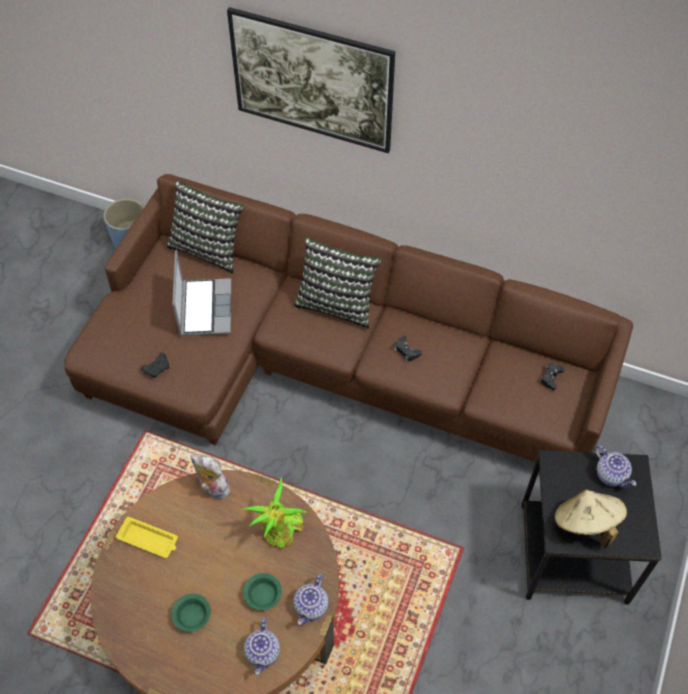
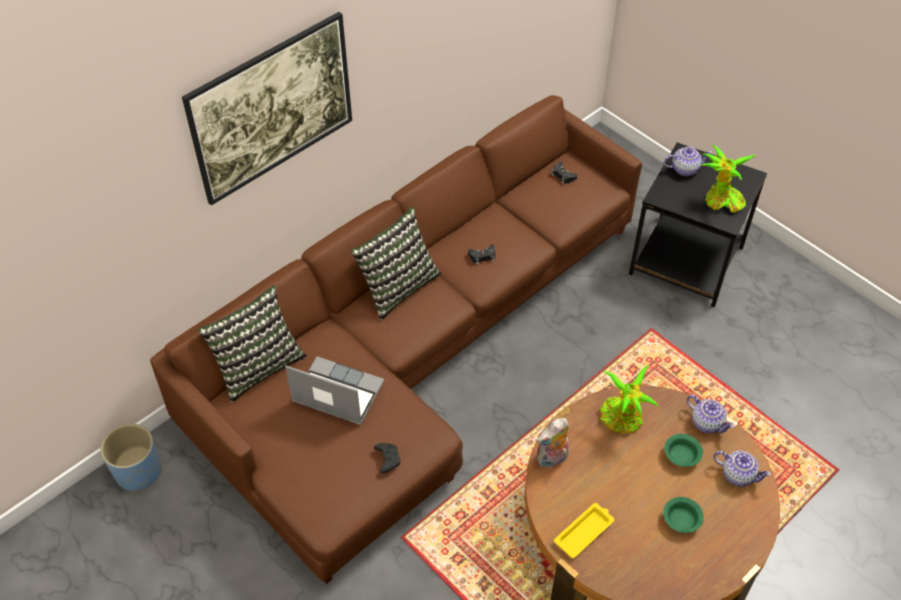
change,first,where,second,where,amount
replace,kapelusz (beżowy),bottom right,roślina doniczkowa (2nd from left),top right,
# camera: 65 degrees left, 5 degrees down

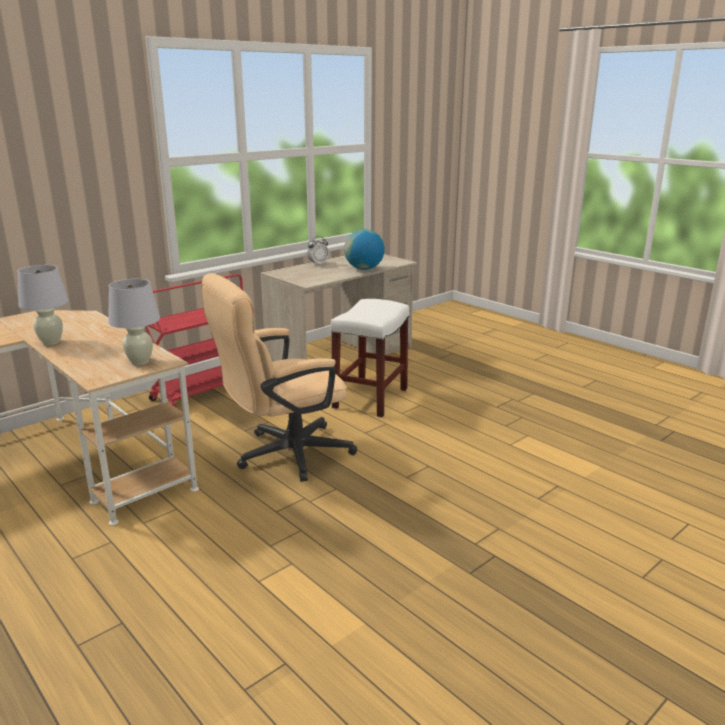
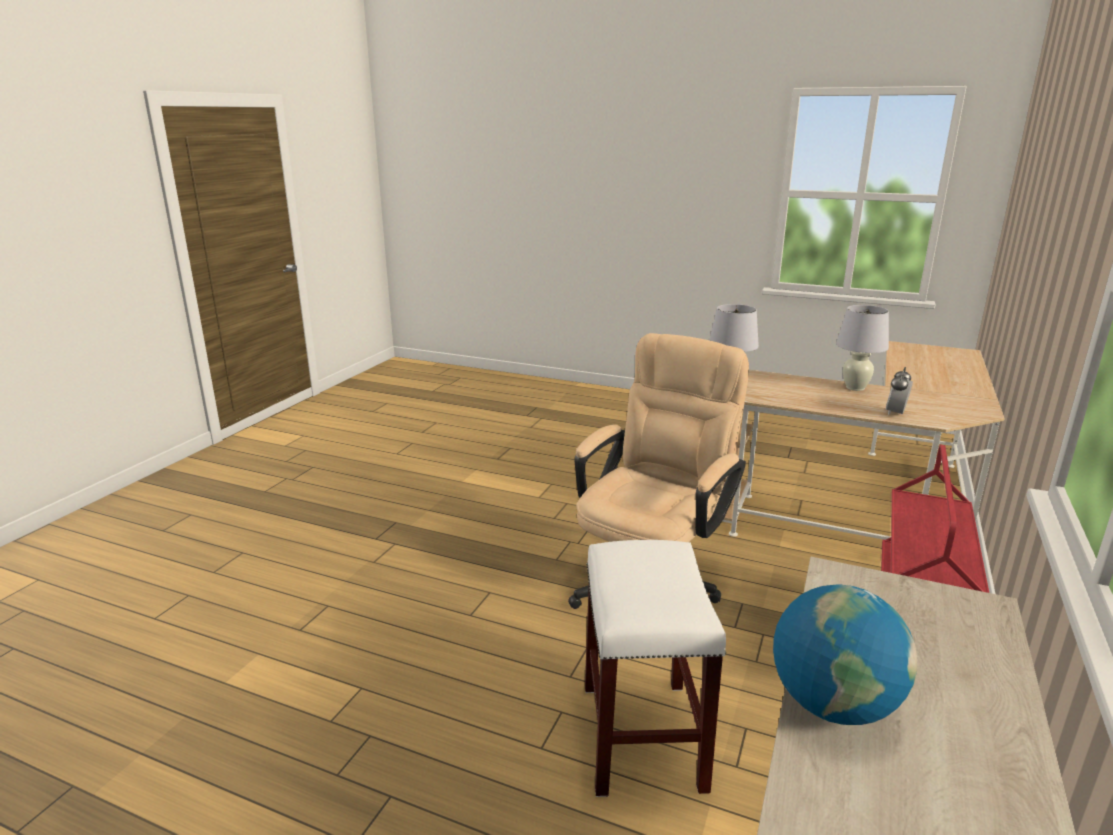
change,first,where,second,where,amount
move,budzik,centre,,middle right,
# camera: 155 degrees right, 0 degrees up

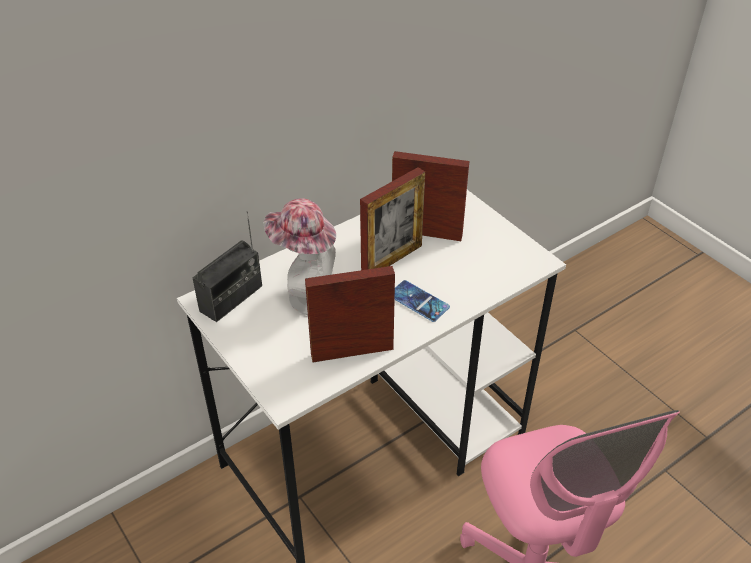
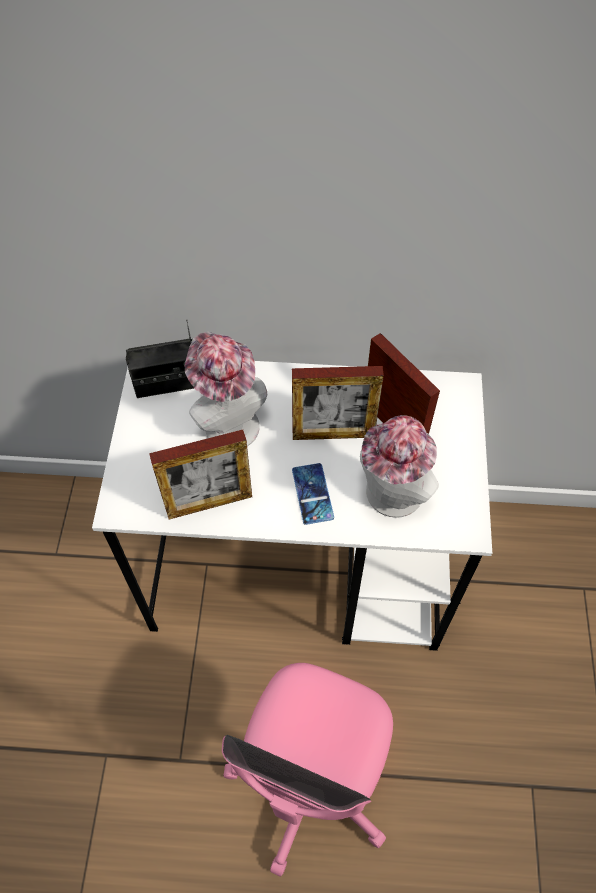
change,first,where,second,where,amount
rotate,ramka na zdjęcie (1st from left),centre,,centre,135 degrees clockwise
insert,,,kapelusz (2nd from left),middle right,
# camera: 40 degrees right, 15 degrees up

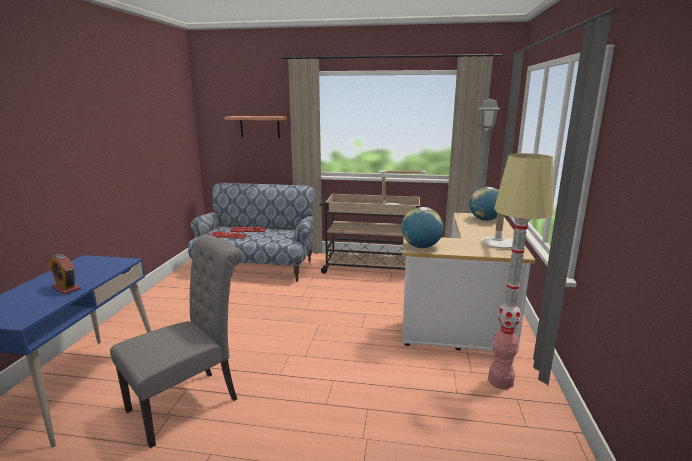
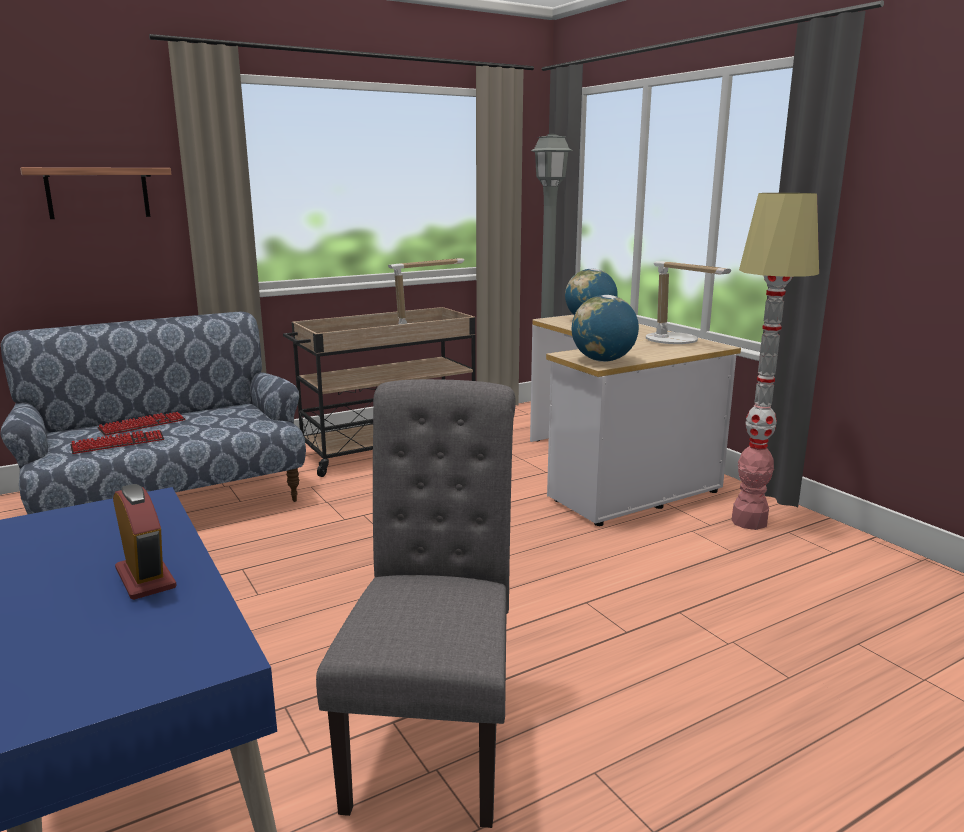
change,first,where,second,where,amount
rotate,budzik,middle left,,middle left,120 degrees counterclockwise
# camera: 40 degrees left, 0 degrees up

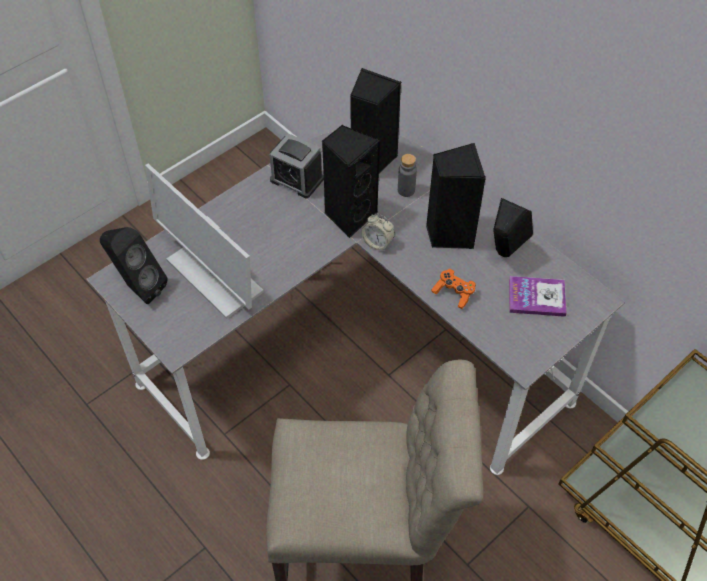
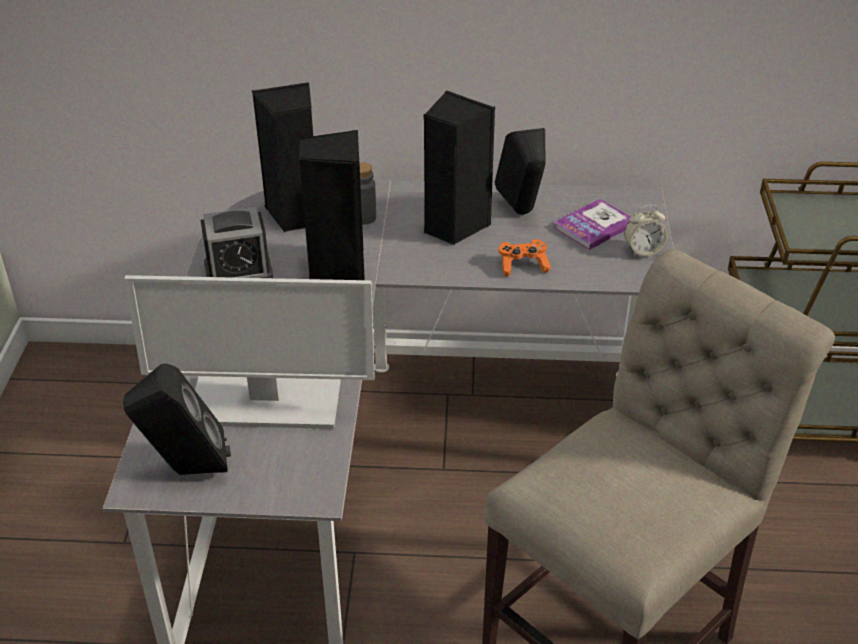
change,first,where,second,where,amount
move,budzik (2nd from left),centre,,middle right,
# camera: 45 degrees left, 15 degrees down

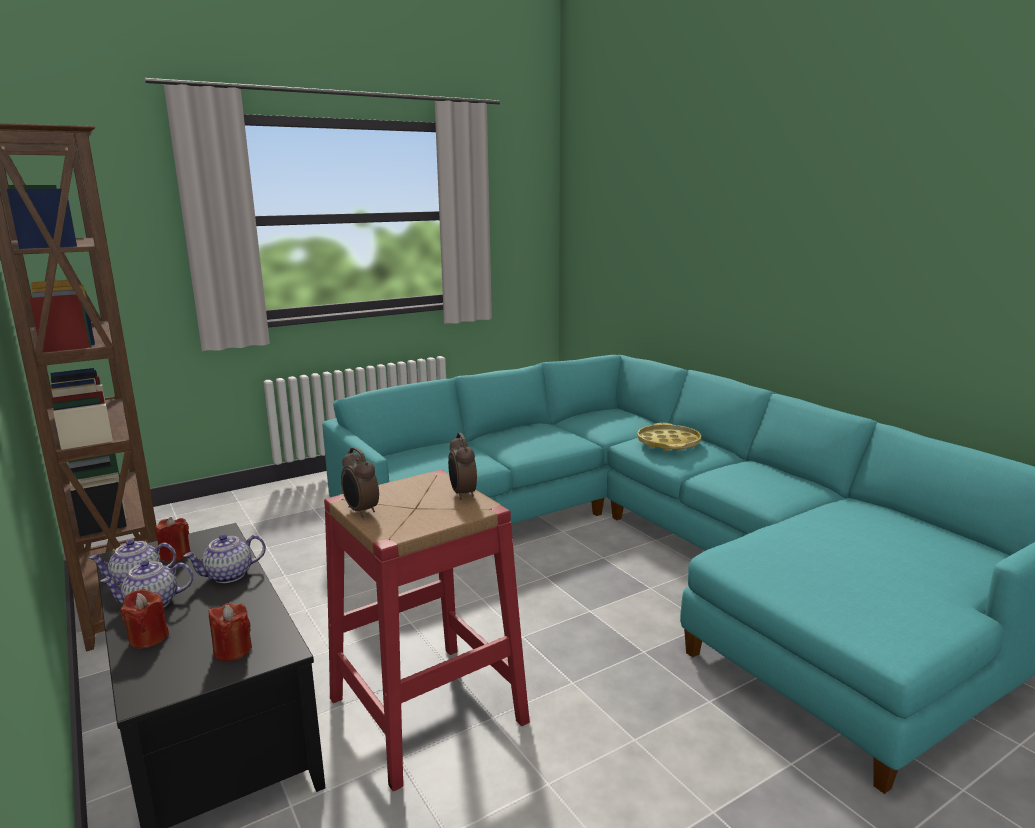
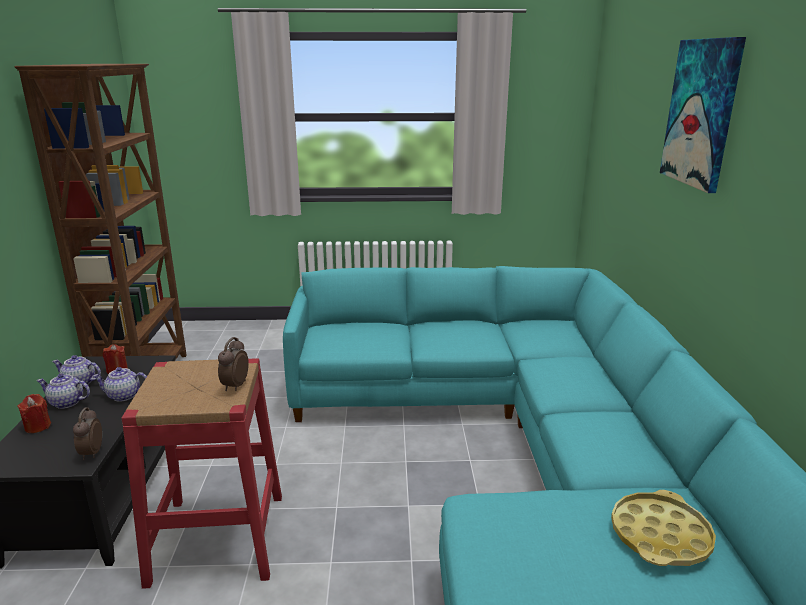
change,first,where,second,where,amount
delete,świeca (czerwony) (3rd from left),bottom left,,,
move,budzik (1st from left),centre,,bottom left,
move,taca (żółty),centre,,bottom right,
insert,,,obraz,top right,
# camera: 30 degrees right, 5 degrees up

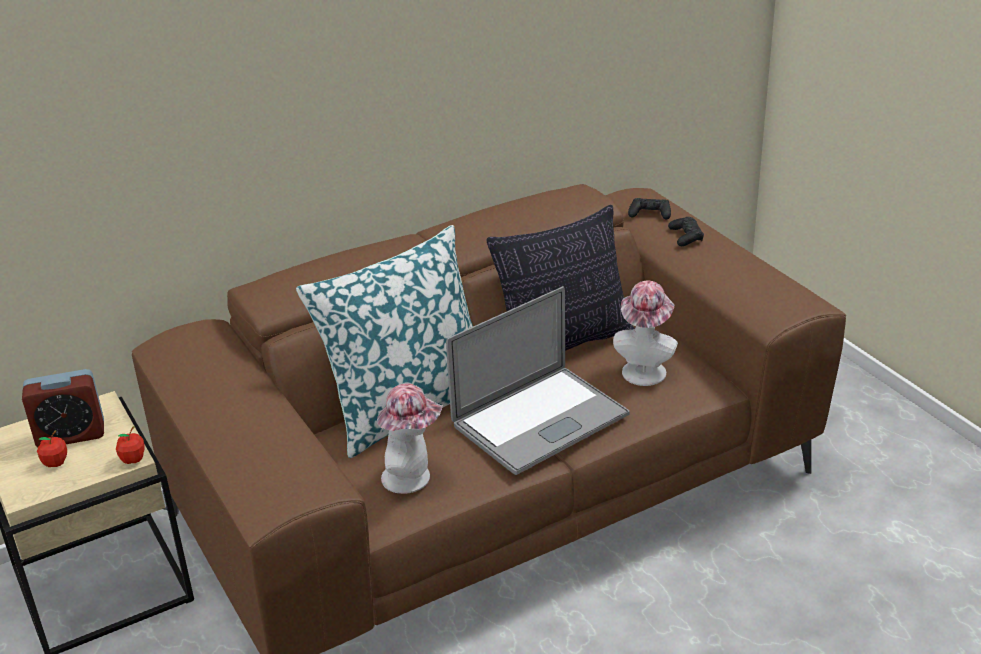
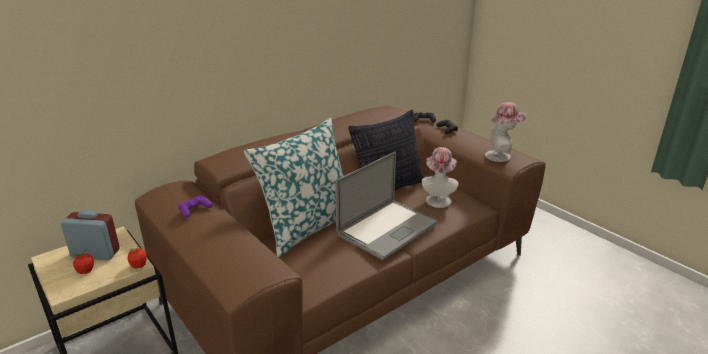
change,first,where,second,where,amount
rotate,budzik,middle left,,middle left,150 degrees counterclockwise
move,kapelusz (1st from left in the first image),bottom centre,kapelusz (2nd from left),middle right,
insert,,,pad do gier (fioletowy),middle left,
# camera: 10 degrees left, 5 degrees down

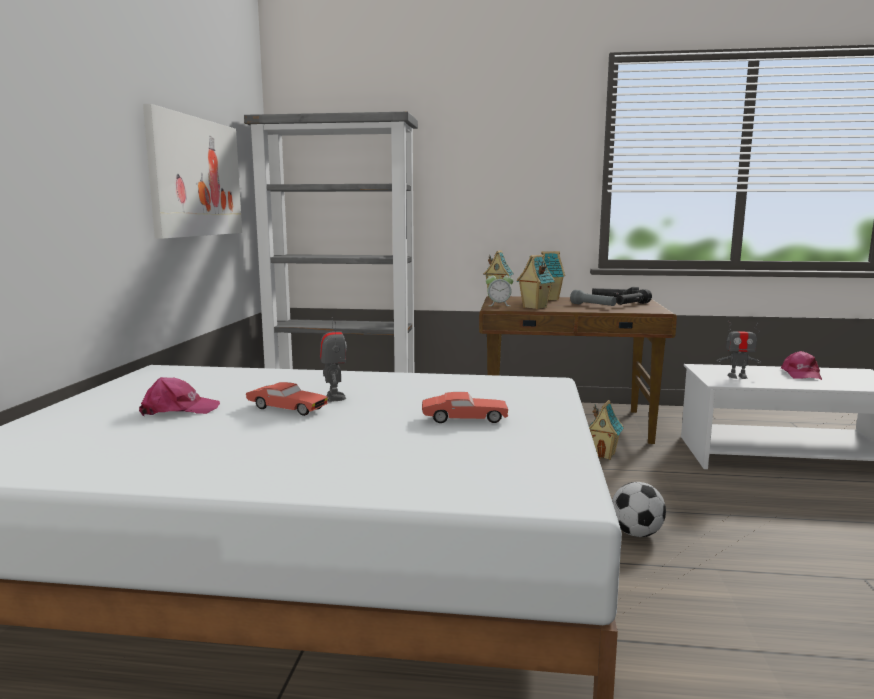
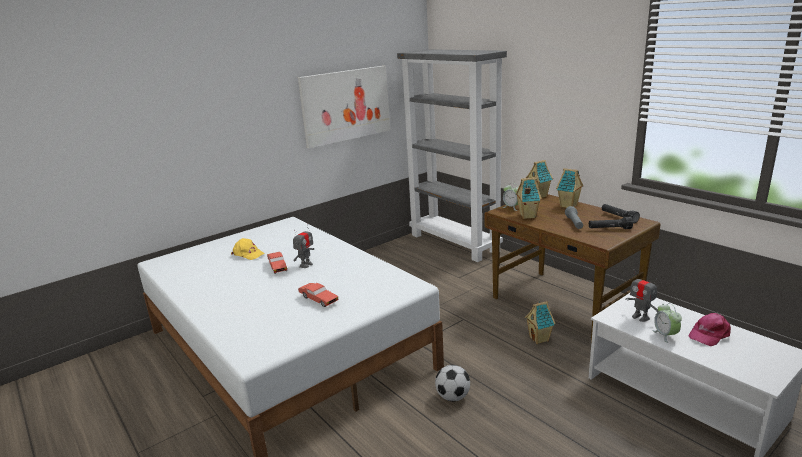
change,first,where,second,where,amount
recolor,czapka z daszkiem (różowy) (1st from left),middle left,czapka z daszkiem (żółty),middle left,
insert,,,budzik (2nd from left),bottom right,
# camera: 45 degrees right, 10 degrees up

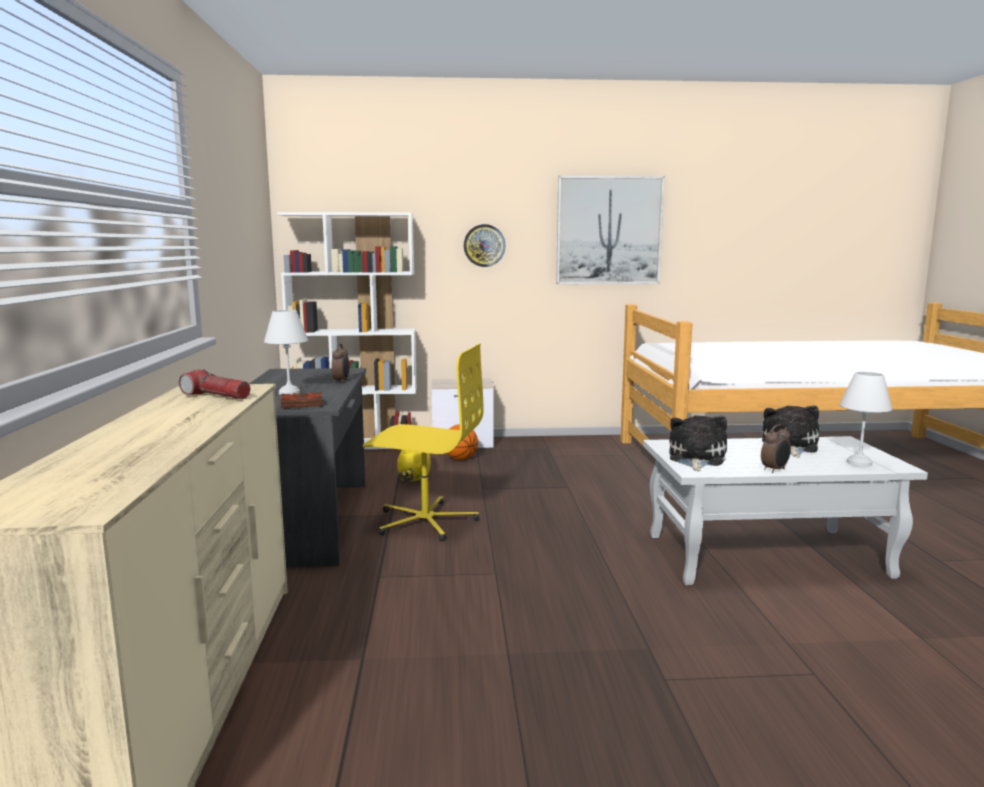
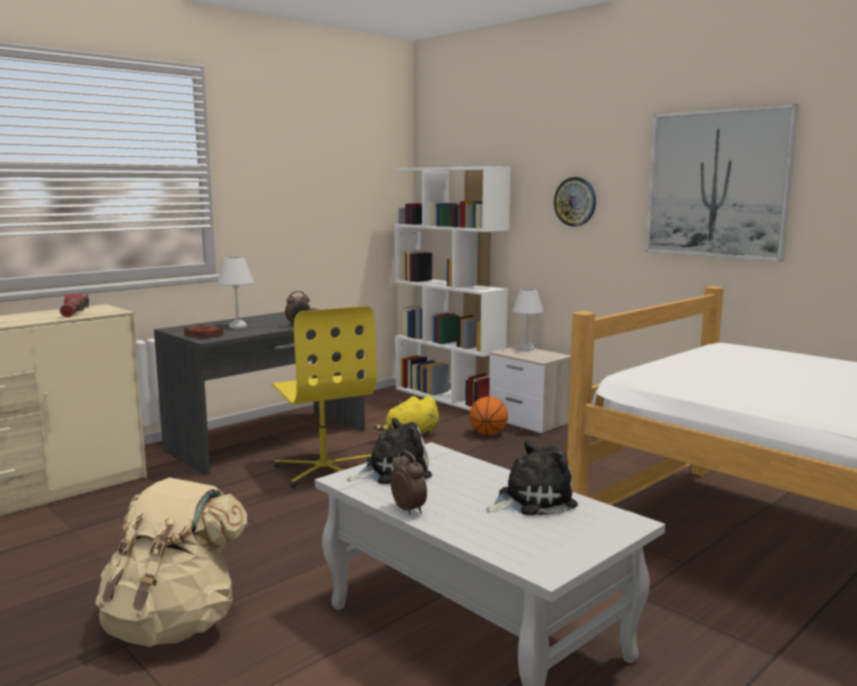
change,first,where,second,where,amount
rotate,budzik (2nd from left),middle right,,bottom centre,135 degrees counterclockwise
move,lampa stołowa (biały) (2nd from left),middle right,,centre,
insert,,,plecak (beżowy),bottom left,
# camera: 50 degrees right, 0 degrees up

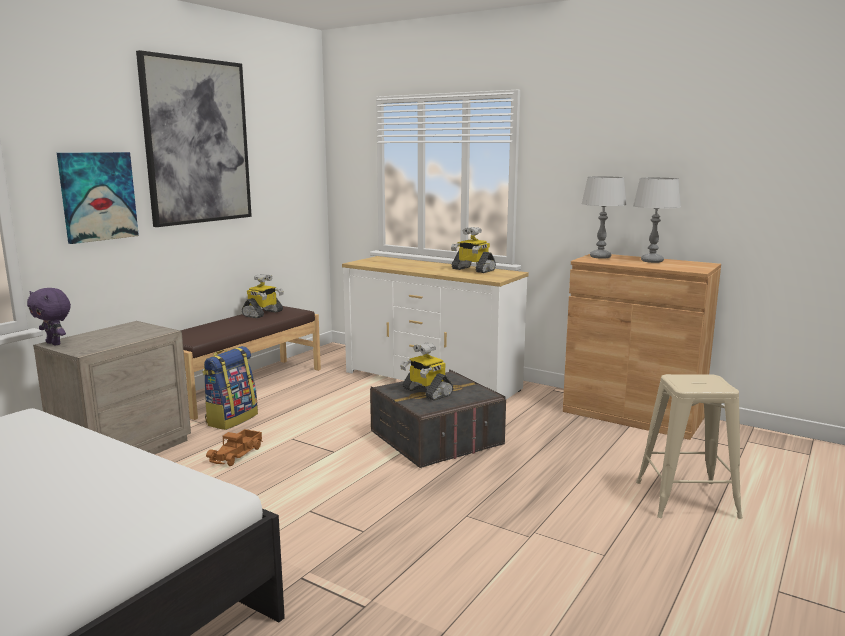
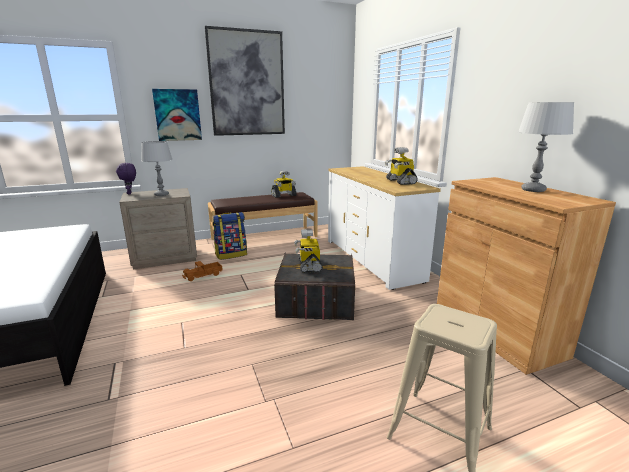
change,first,where,second,where,amount
move,lampa stołowa (szary) (1st from left),middle right,,middle left,
# camera: 35 degrees right, 5 degrees up

